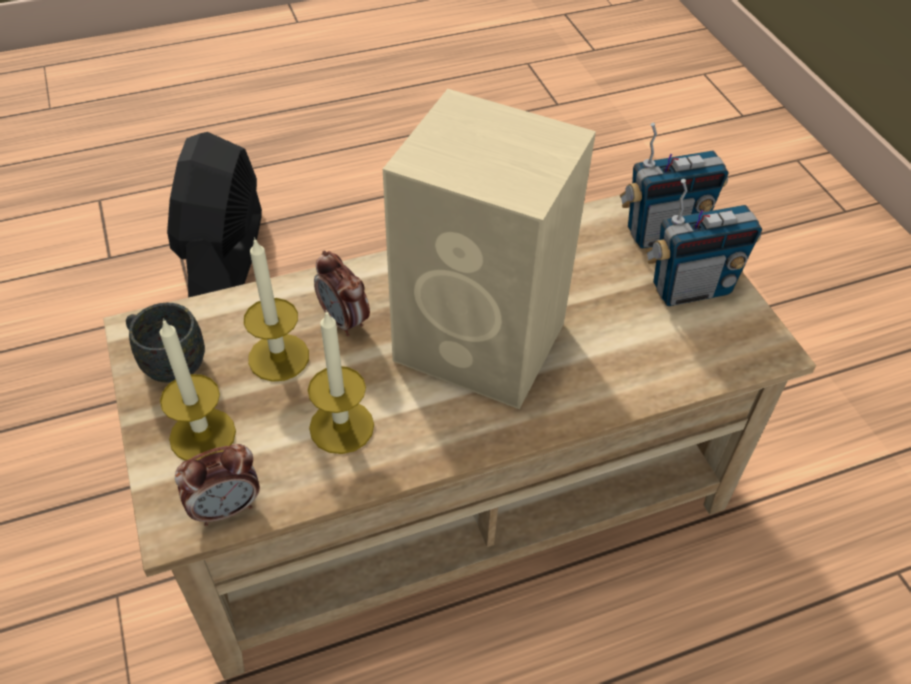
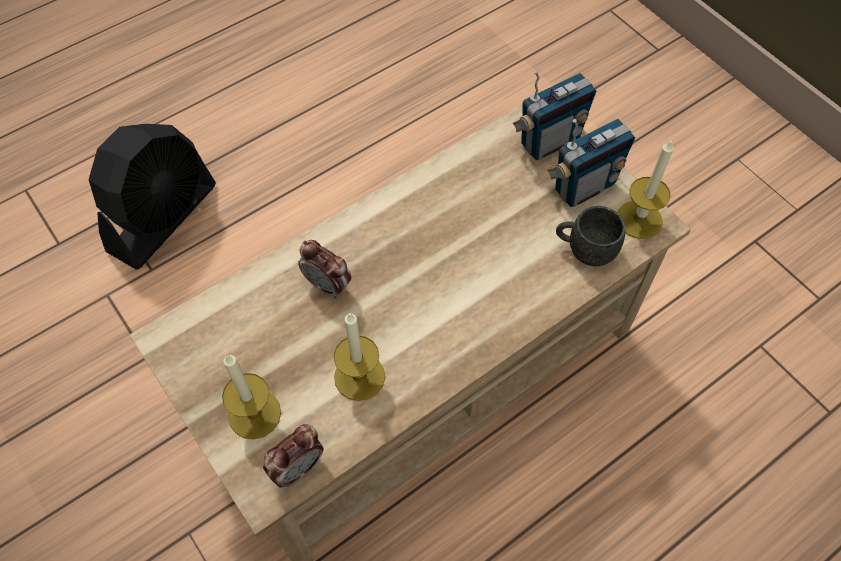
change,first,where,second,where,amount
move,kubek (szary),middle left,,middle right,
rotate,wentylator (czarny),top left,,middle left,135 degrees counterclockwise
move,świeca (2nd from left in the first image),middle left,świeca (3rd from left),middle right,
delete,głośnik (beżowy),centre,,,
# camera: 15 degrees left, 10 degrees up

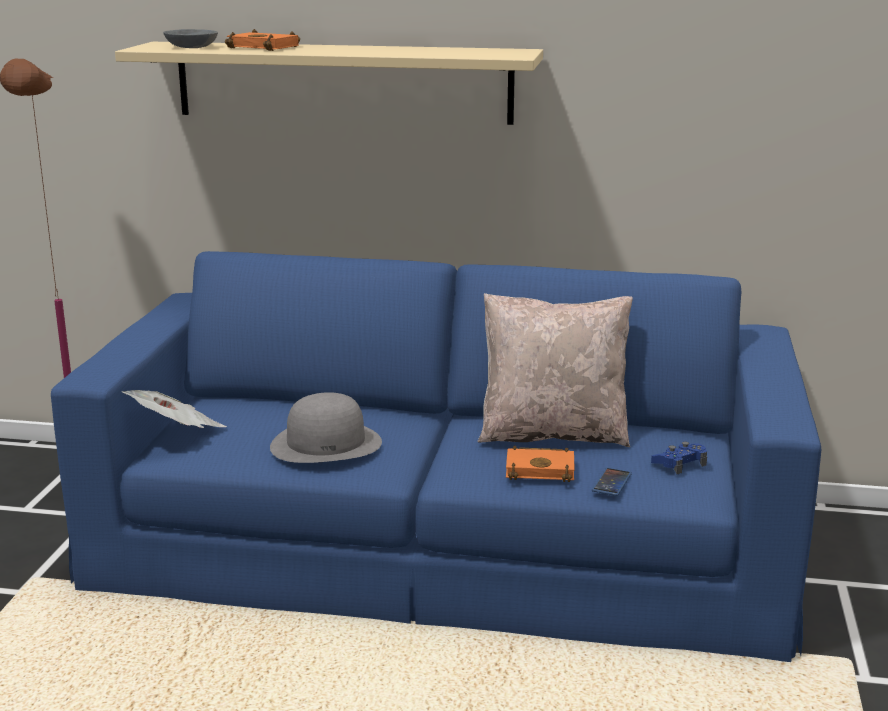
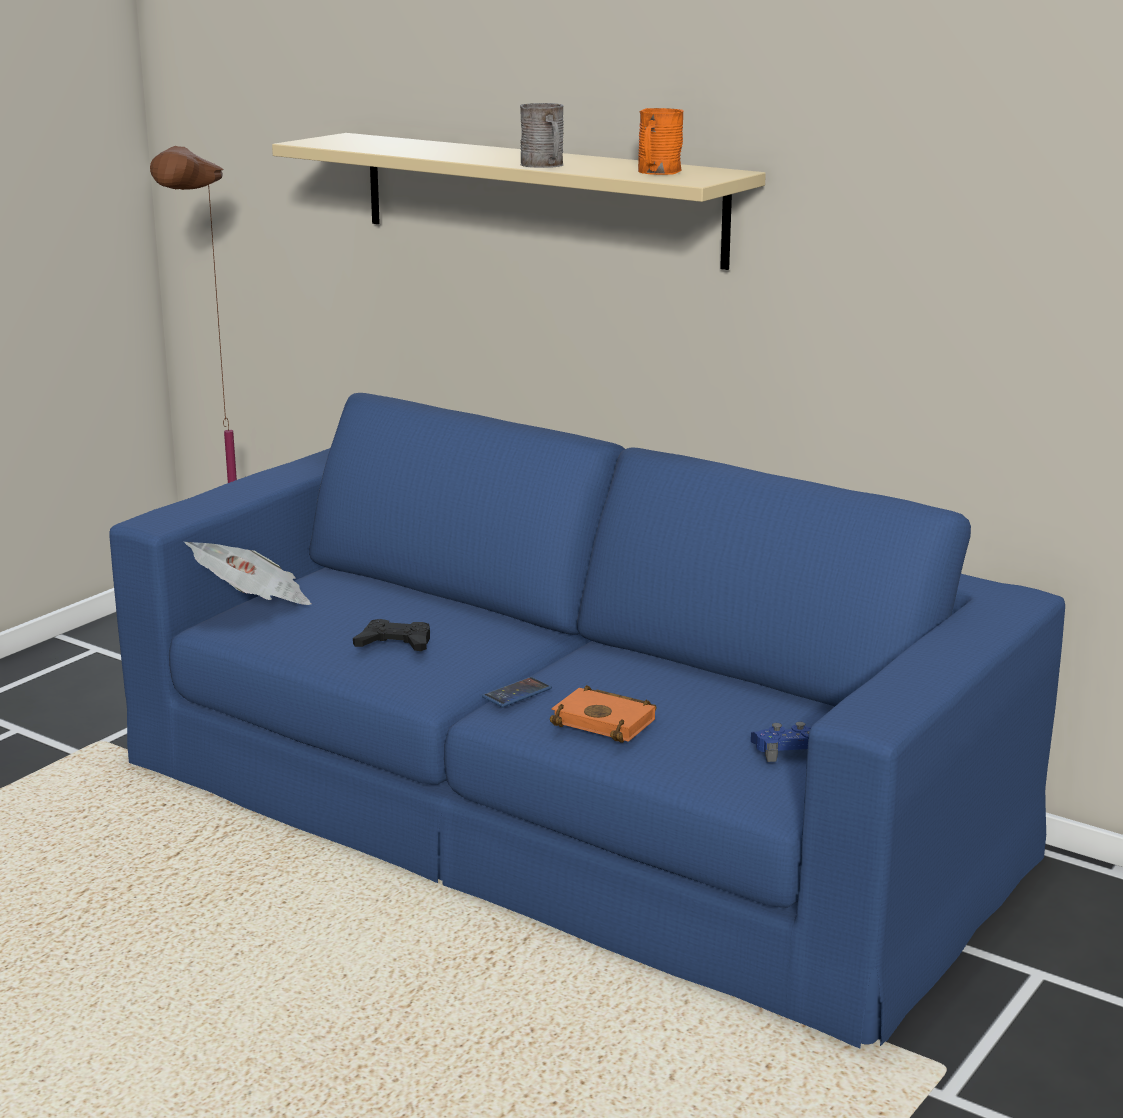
change,first,where,second,where,amount
delete,miska (szary),top left,,,
delete,książka (pomarańczowy) (1st from left),top left,,,
replace,kapelusz (szary),centre,pad do gier (czarny),centre,
delete,poduszka (beżowy),centre,,,
move,telefon,bottom right,,centre,
insert,,,kubek (szary),top centre,
insert,,,kubek (pomarańczowy),top centre,
# camera: 25 degrees right, 0 degrees up

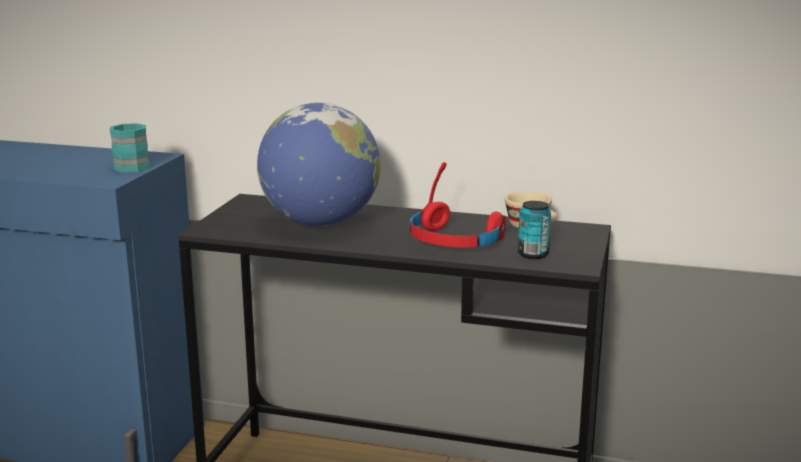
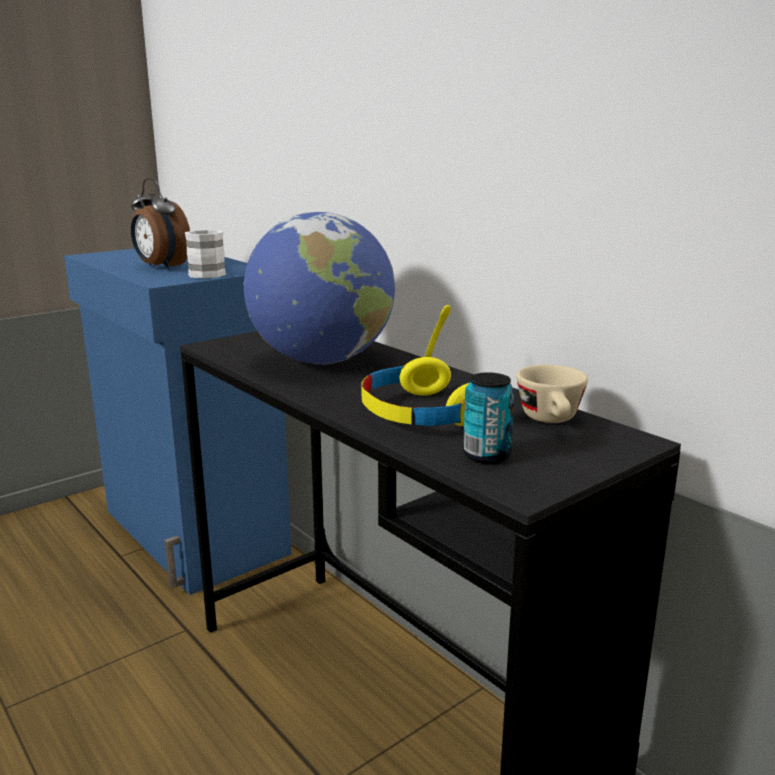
change,first,where,second,where,amount
recolor,kubek (turkusowy),top left,kubek (biały),top left,
recolor,słuchawki (czerwony),centre,słuchawki (żółty),centre,
insert,,,budzik,top left,
# camera: 35 degrees right, 0 degrees up

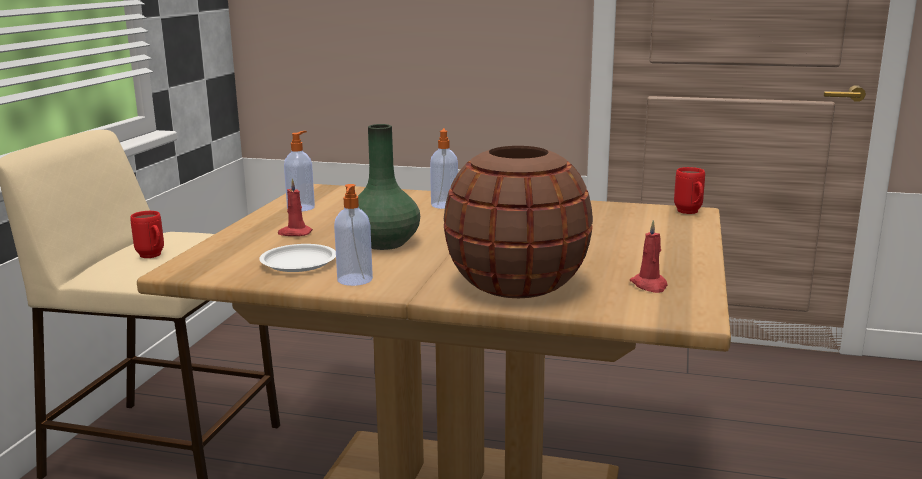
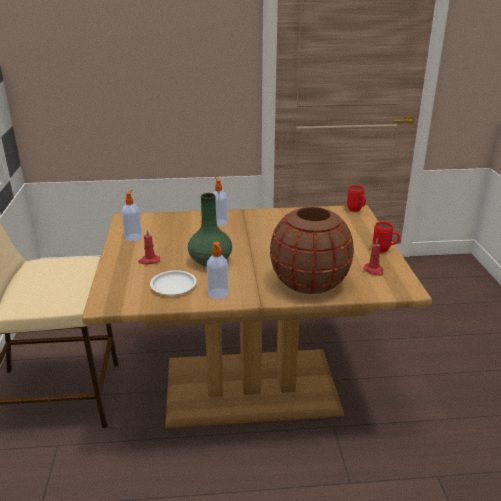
change,first,where,second,where,amount
move,kubek (czerwony) (1st from left in the first image),middle left,kubek (czerwony) (2nd from left),middle right,
# camera: 20 degrees left, 10 degrees up

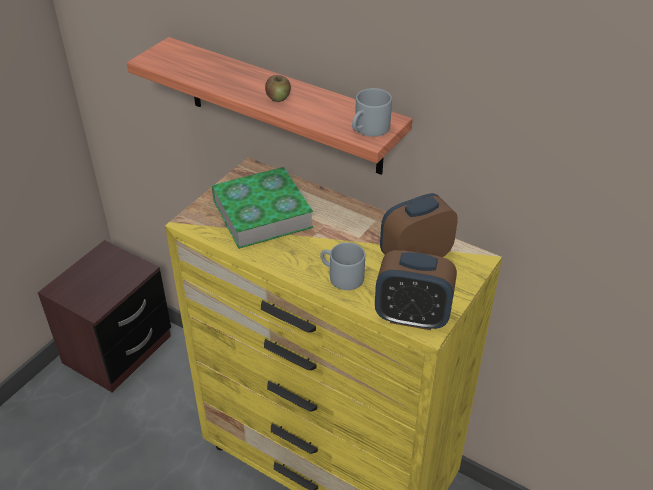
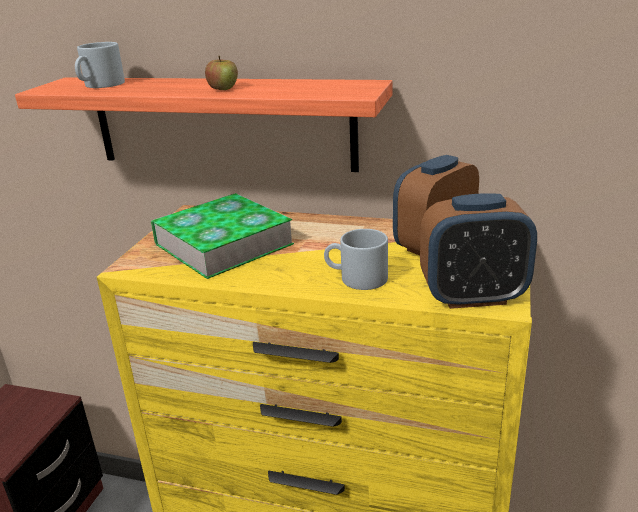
change,first,where,second,where,amount
move,kubek (szary) (2nd from left in the first image),top centre,kubek (szary) (1st from left),top left,
# camera: 15 degrees left, 15 degrees down

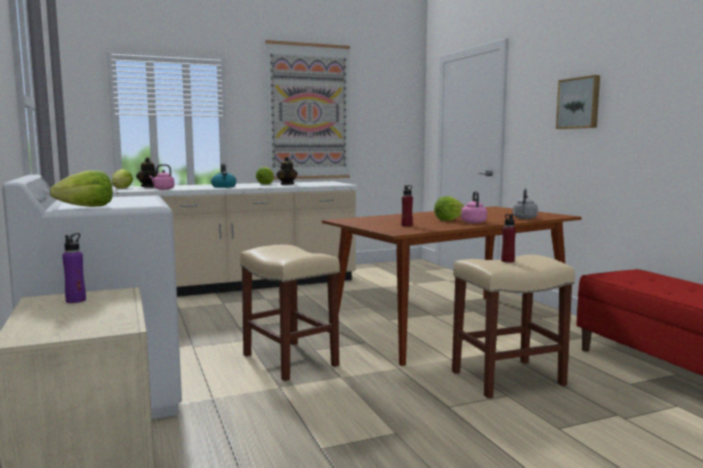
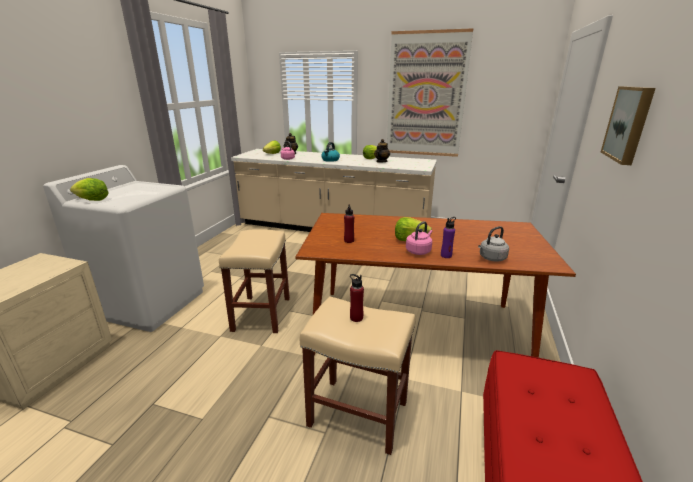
change,first,where,second,where,amount
move,butelka (fioletowy),middle left,,centre,
# camera: 40 degrees right, 15 degrees up

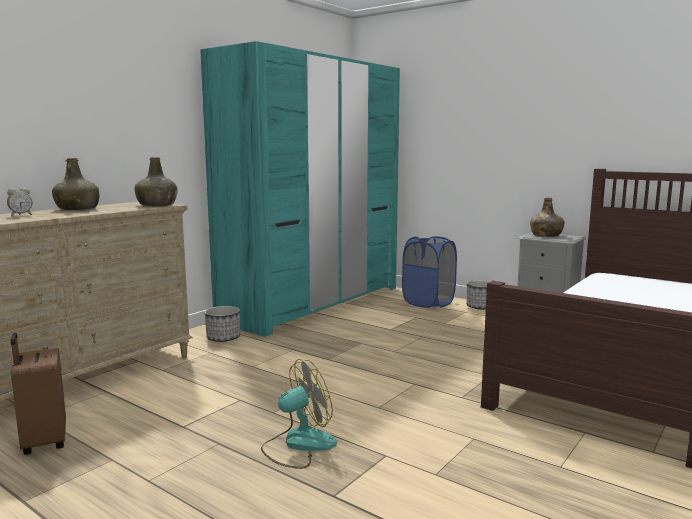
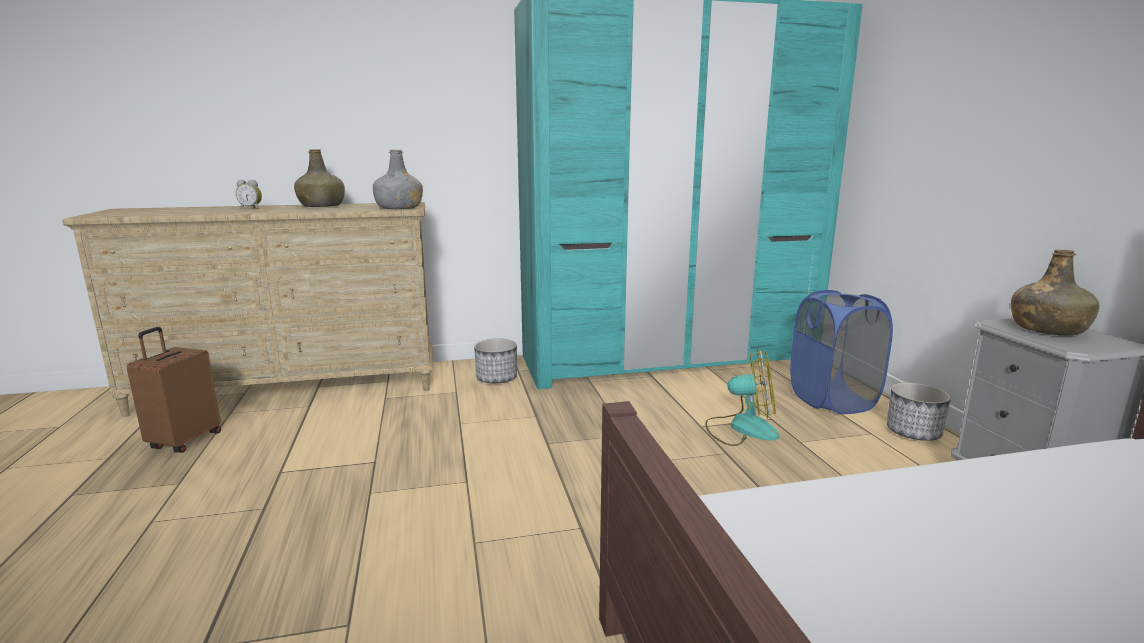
change,first,where,second,where,amount
recolor,butelka (zielony) (2nd from left),middle left,butelka (szary),top centre,
move,wentylator,bottom centre,,centre,
# camera: 40 degrees right, 5 degrees up

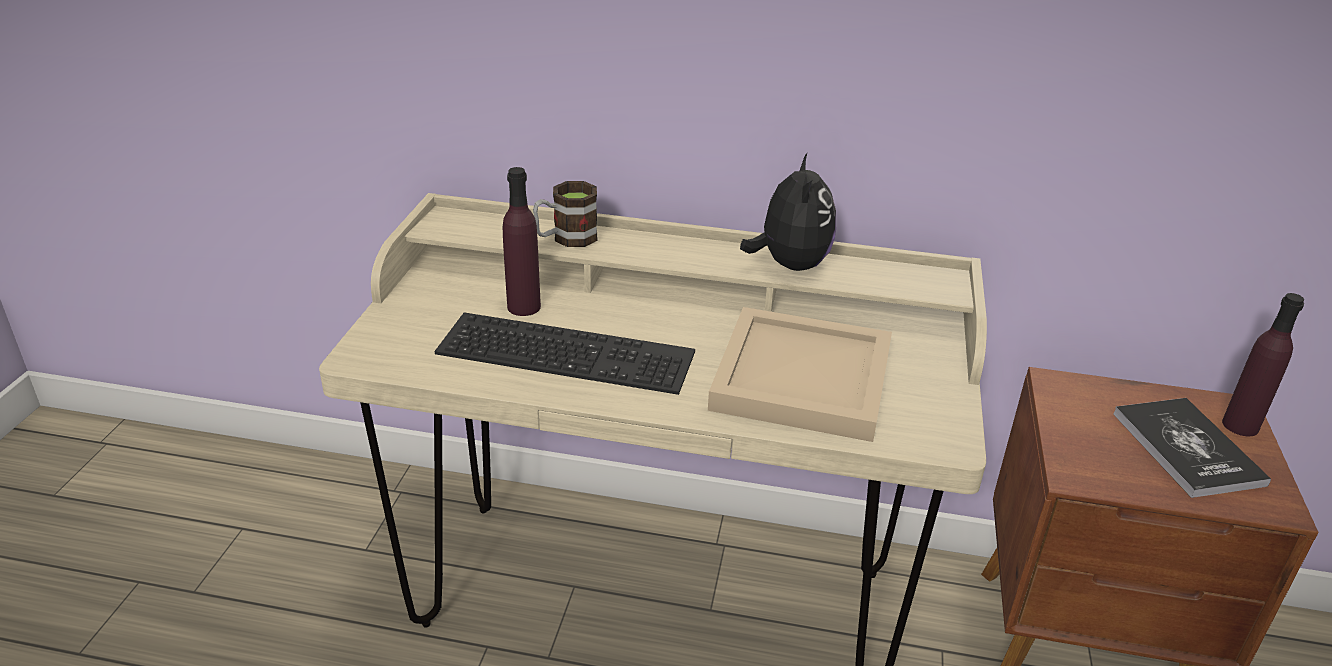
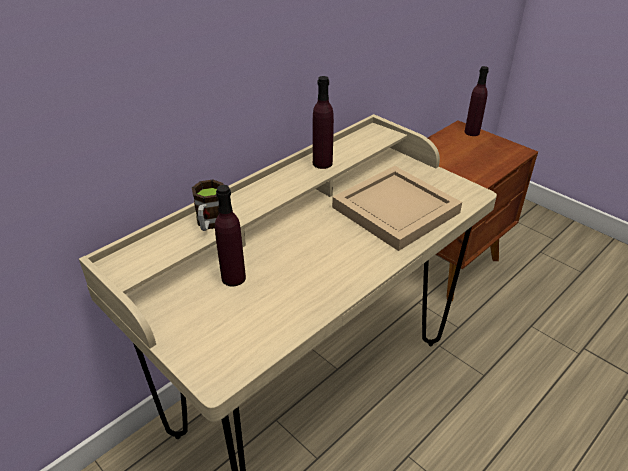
change,first,where,second,where,amount
delete,klawiatura,centre,,,
replace,pluszak,top centre,butelka (fioletowy) (2nd from left),top centre,
delete,książka,bottom right,,,
# camera: 55 degrees left, 5 degrees up

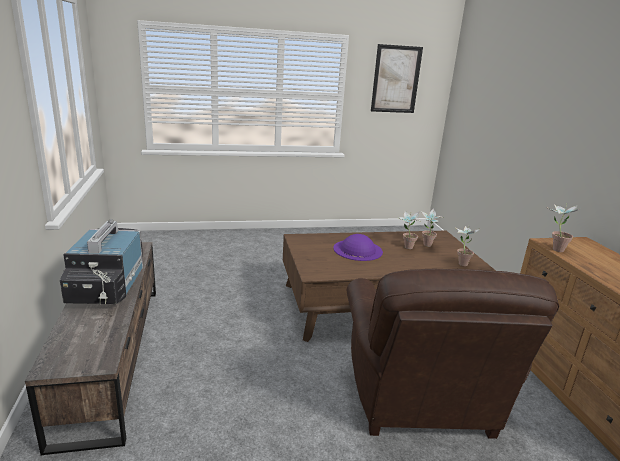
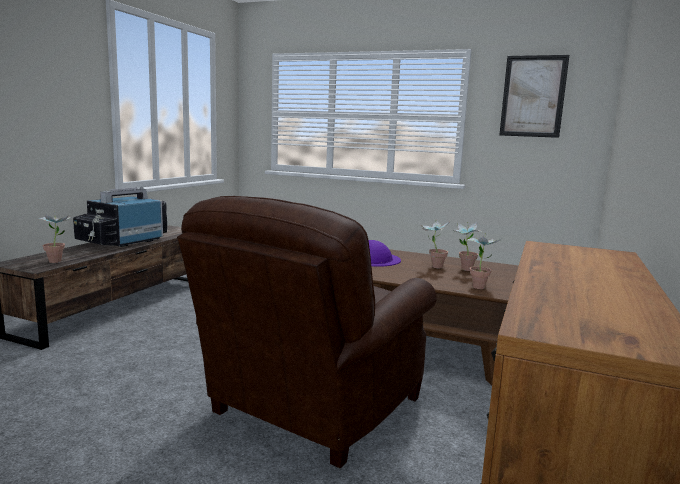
change,first,where,second,where,amount
move,roślina doniczkowa (4th from left in the first image),middle right,roślina doniczkowa (1st from left),middle left,
# camera: 35 degrees right, 10 degrees down

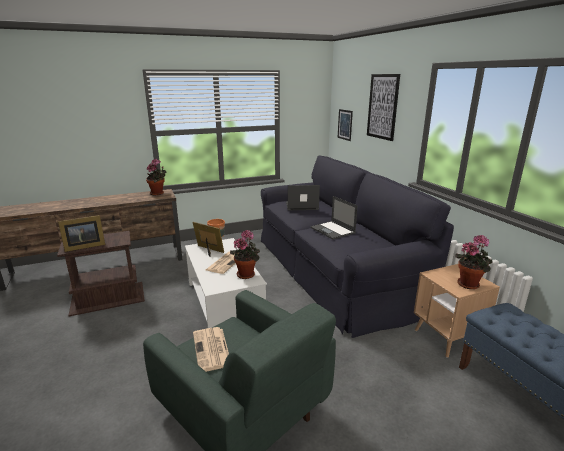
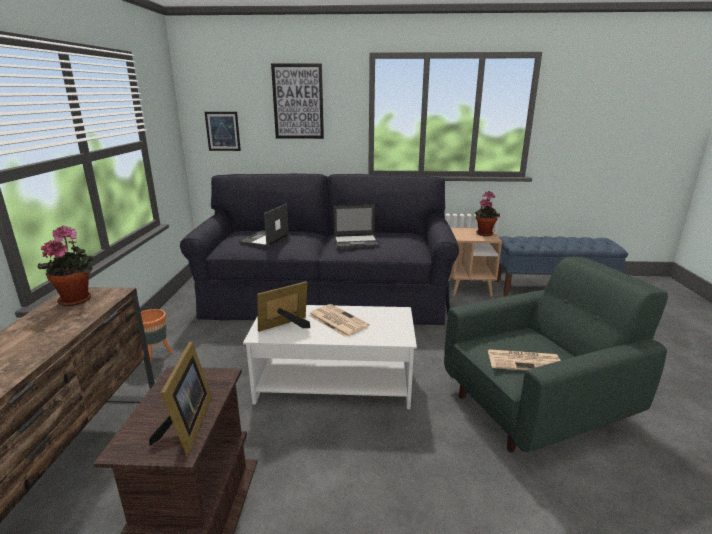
change,first,where,second,where,amount
delete,roślina doniczkowa (2nd from left),centre,,,
# camera: 65 degrees left, 0 degrees up

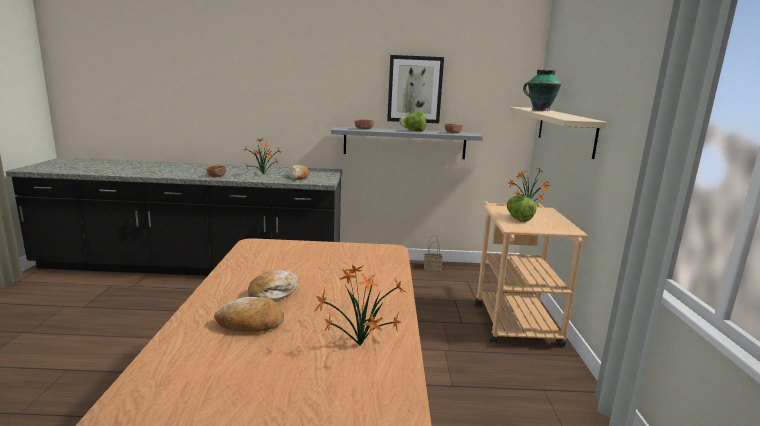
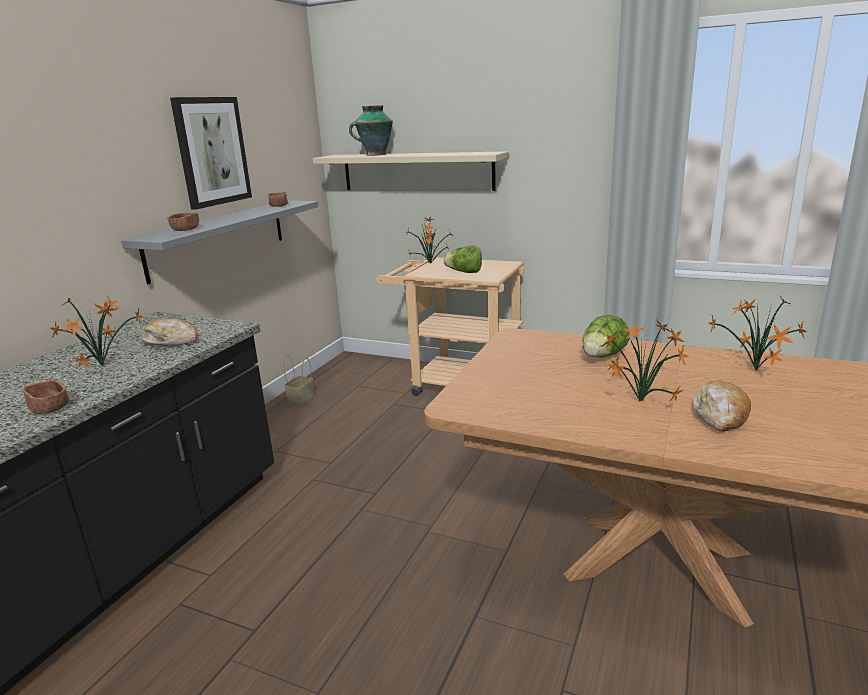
change,first,where,second,where,amount
replace,chleb (2nd from left),bottom centre,roślina doniczkowa (3rd from left),middle right,
move,sałata (1st from left in the first image),top centre,sałata (2nd from left),middle right,
# camera: 65 degrees left, 5 degrees up

